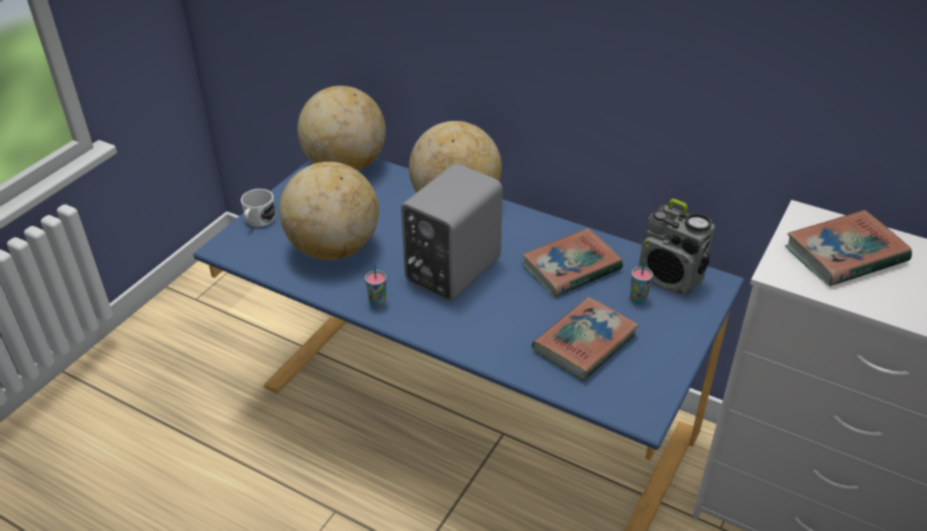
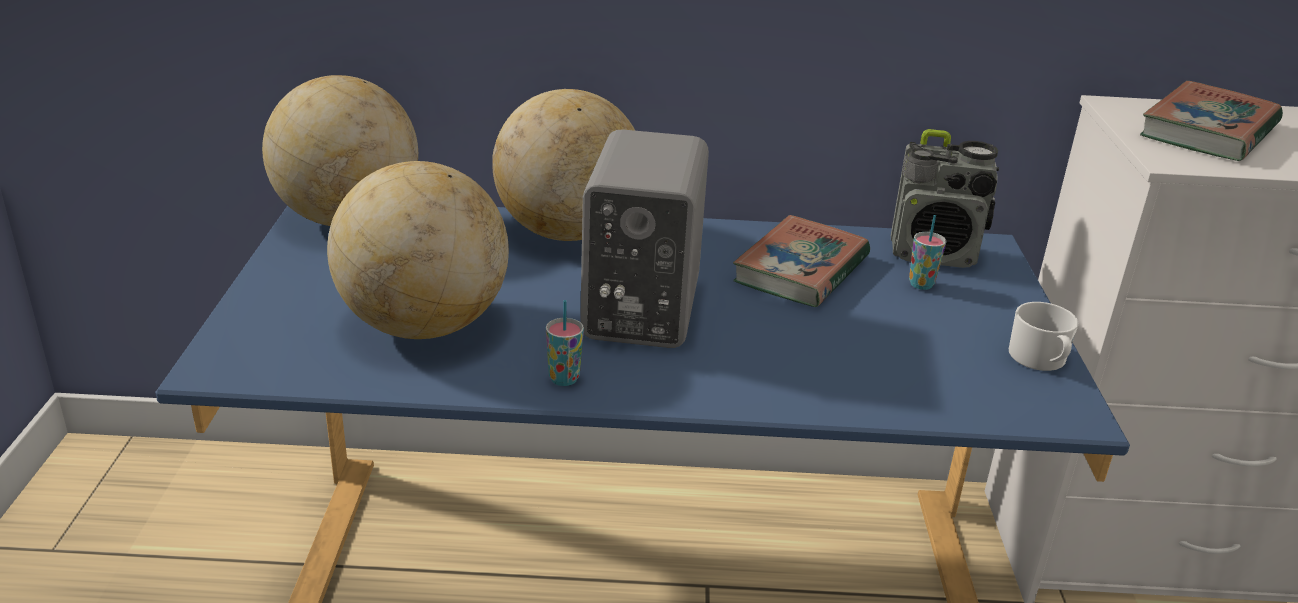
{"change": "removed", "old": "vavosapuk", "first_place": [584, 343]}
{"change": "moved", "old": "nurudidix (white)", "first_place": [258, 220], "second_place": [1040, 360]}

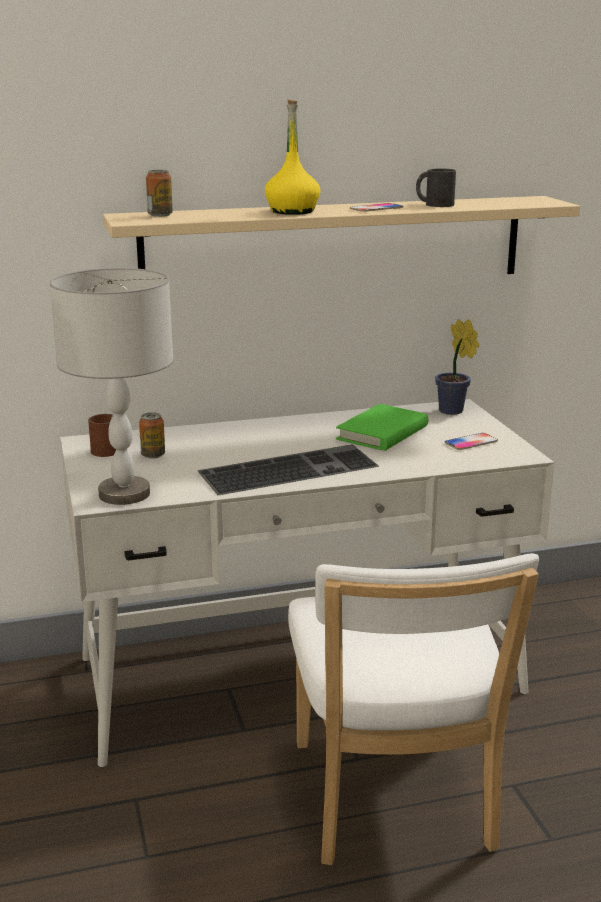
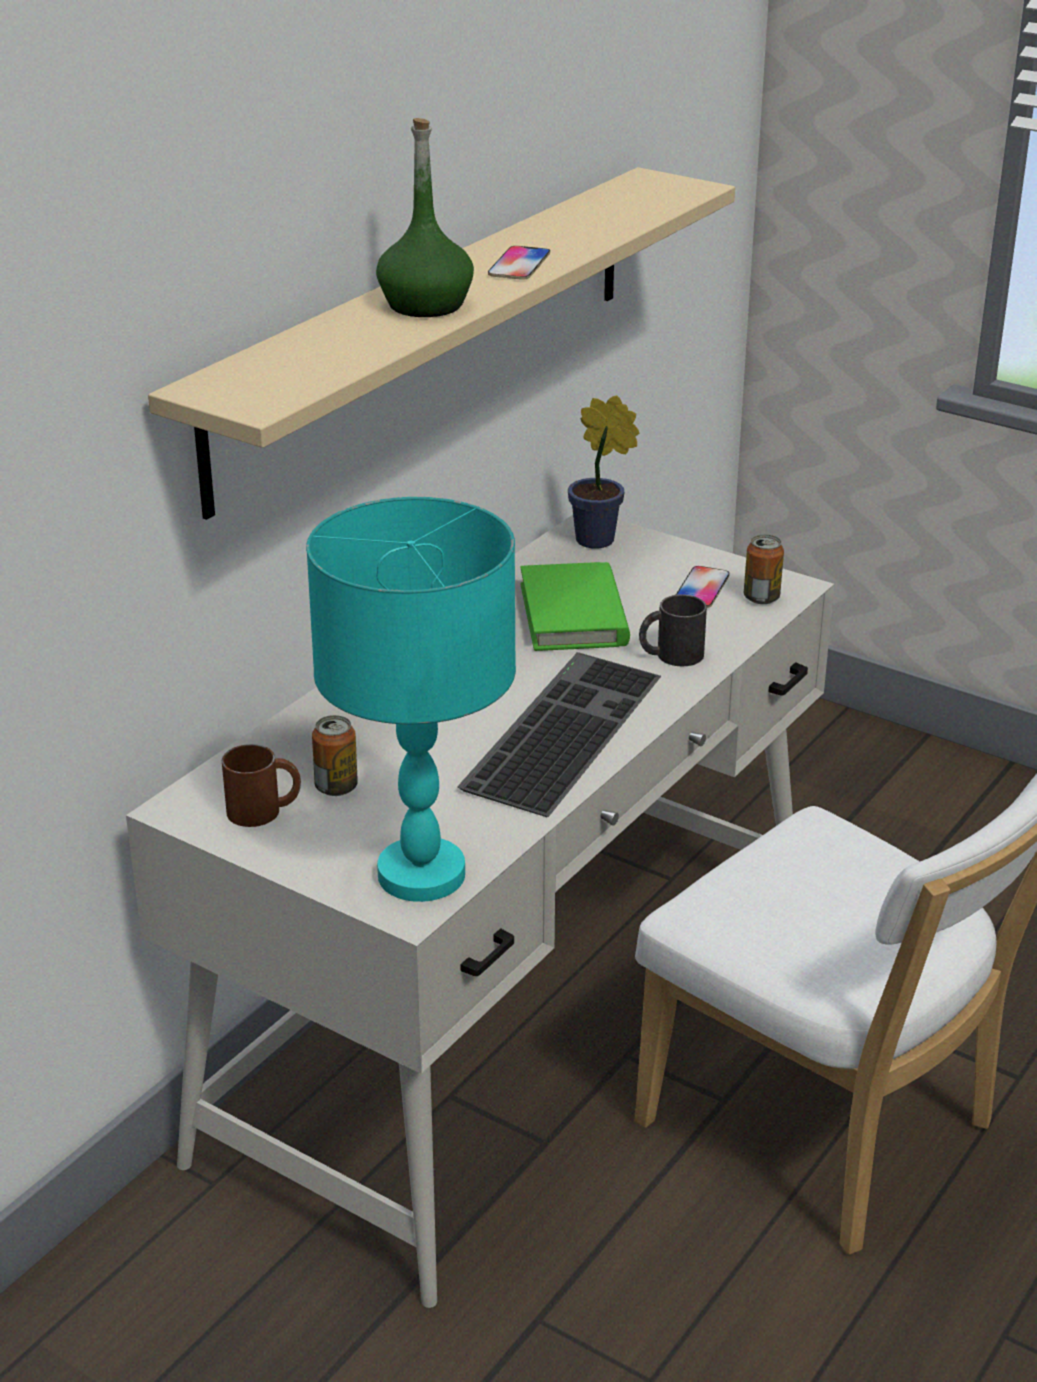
{"change": "moved", "old": "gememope", "first_place": [160, 215], "second_place": [761, 598]}
{"change": "moved", "old": "nurudidix (black)", "first_place": [434, 204], "second_place": [670, 655]}
{"change": "recoloured", "old": "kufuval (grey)", "new": "kufuval (turquoise)", "first_place": [125, 494], "second_place": [422, 874]}
{"change": "recoloured", "old": "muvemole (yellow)", "new": "muvemole (green)", "first_place": [292, 211], "second_place": [426, 305]}

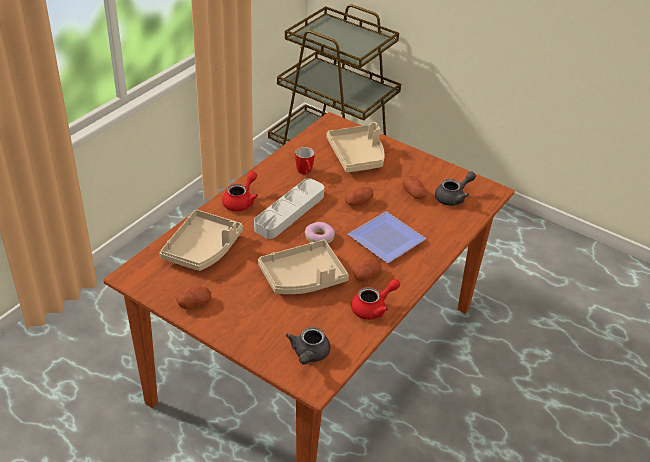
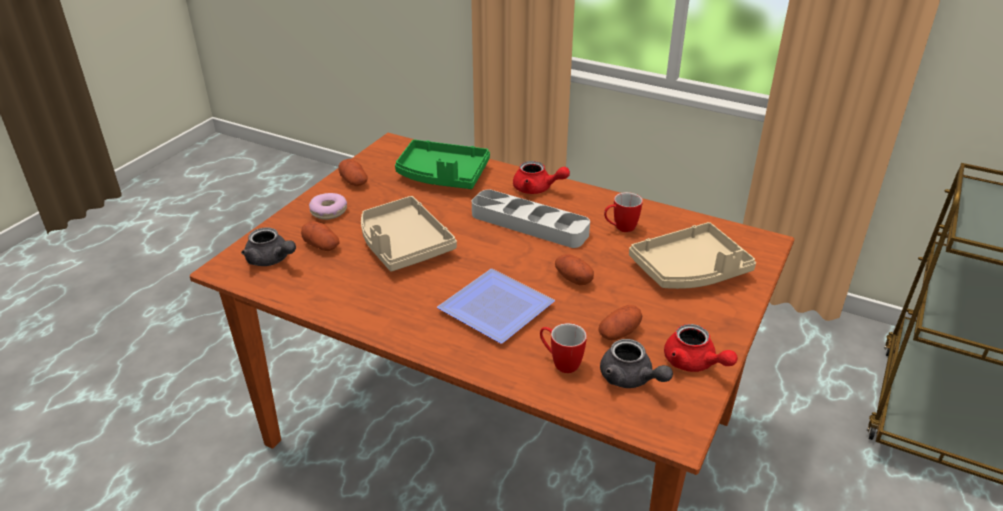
{"change": "added", "new": "nurudidix", "second_place": [560, 362]}
{"change": "moved", "old": "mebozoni", "first_place": [319, 237], "second_place": [329, 211]}
{"change": "moved", "old": "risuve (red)", "first_place": [373, 308], "second_place": [694, 363]}
{"change": "moved", "old": "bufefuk", "first_place": [366, 275], "second_place": [321, 246]}
{"change": "recoloured", "old": "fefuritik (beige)", "new": "fefuritik (green)", "first_place": [203, 249], "second_place": [442, 176]}
{"change": "turned", "old": "risuve (grey)", "first_place": [309, 355], "second_place": [271, 260], "degrees": -150}

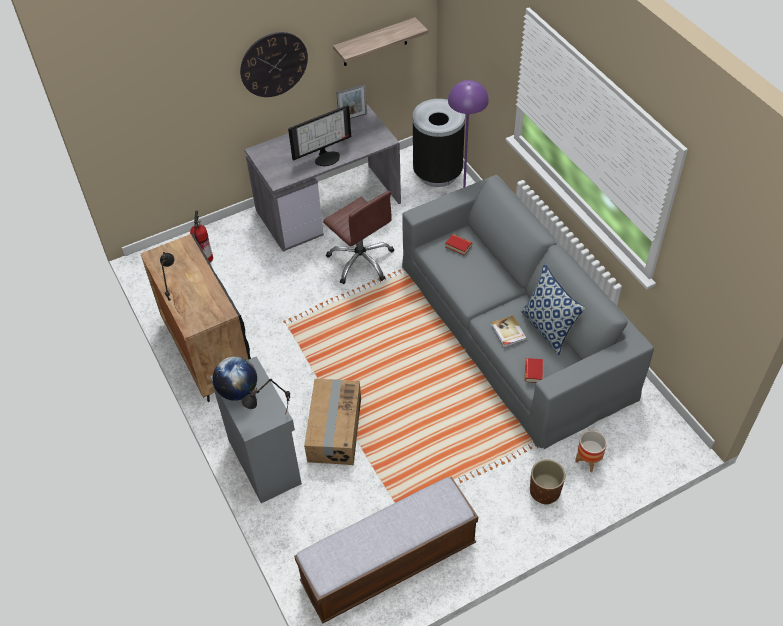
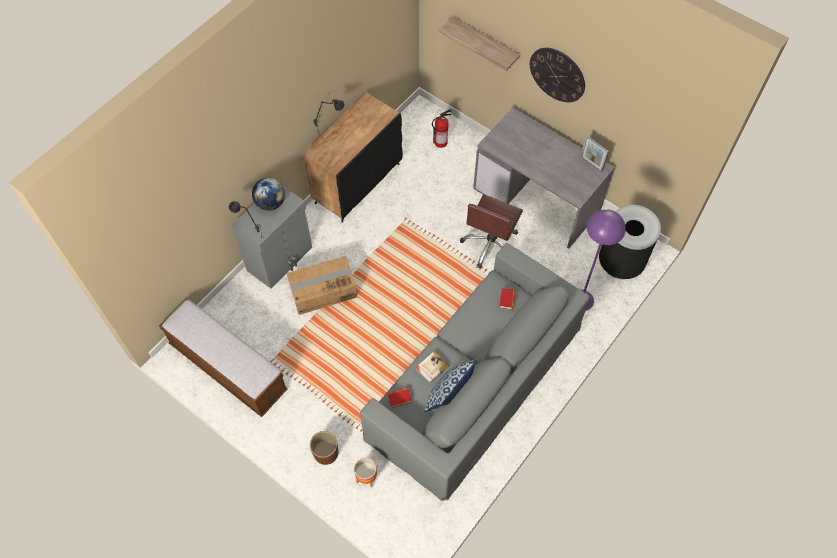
{"change": "removed", "old": "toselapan", "first_place": [326, 157]}
{"change": "moved", "old": "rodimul", "first_place": [375, 42], "second_place": [485, 44]}

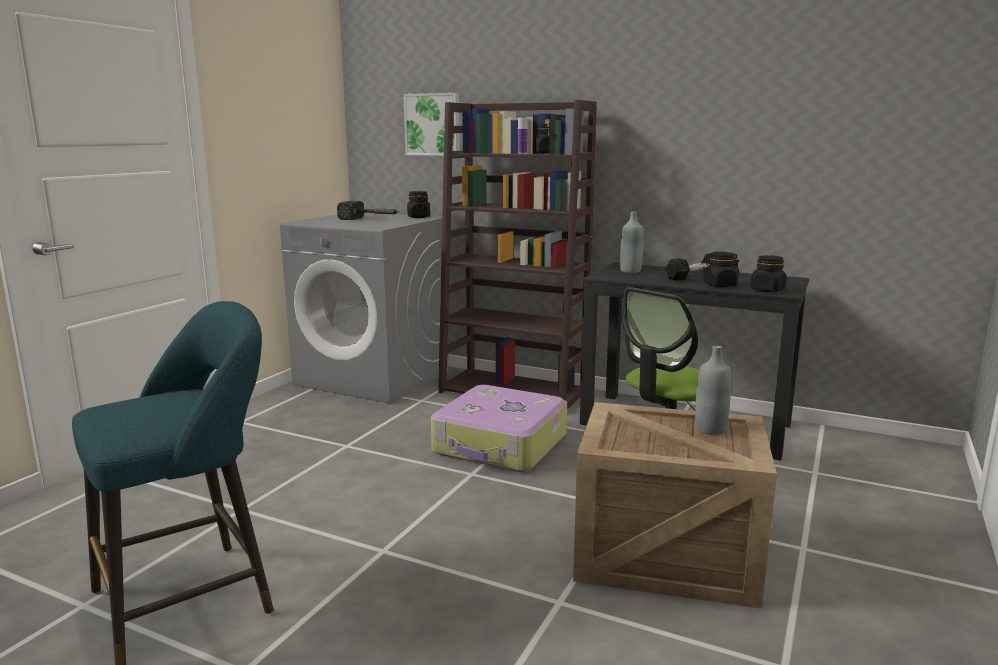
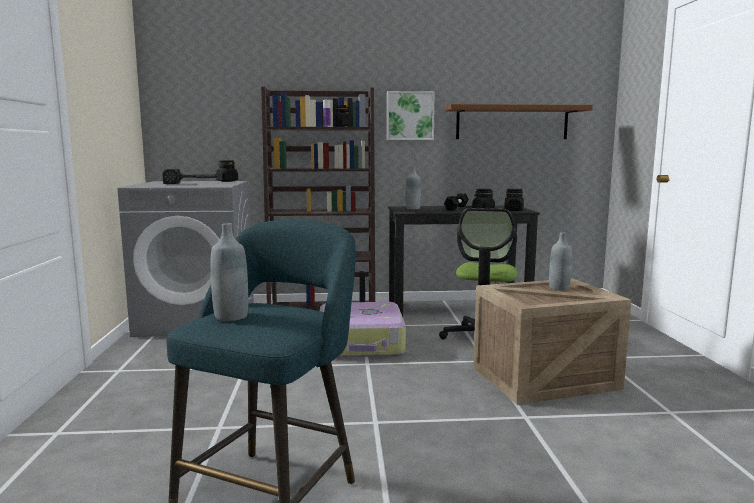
{"change": "added", "new": "muvemole (grey)", "second_place": [231, 316]}
{"change": "added", "new": "rodimul (brown)", "second_place": [512, 123]}
{"change": "moved", "old": "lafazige", "first_place": [433, 124], "second_place": [410, 116]}

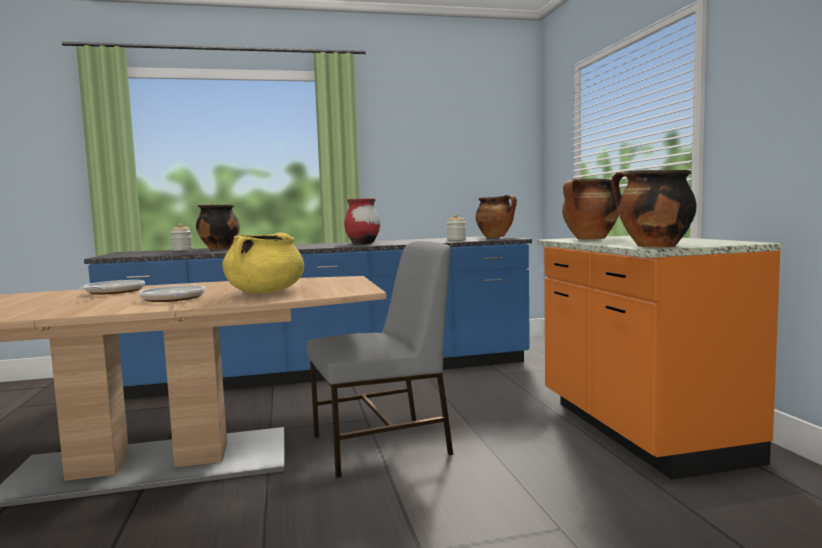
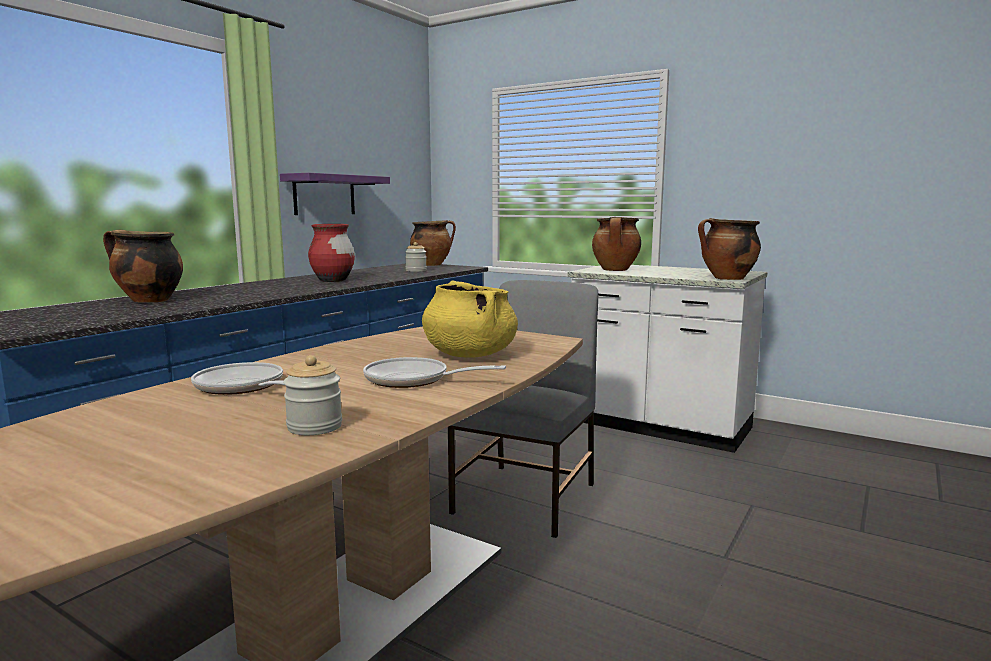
{"change": "added", "new": "rodimul (purple)", "second_place": [324, 195]}
{"change": "moved", "old": "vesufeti", "first_place": [182, 250], "second_place": [314, 427]}
{"change": "recoloured", "old": "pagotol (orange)", "new": "pagotol (white)", "first_place": [638, 431], "second_place": [659, 427]}

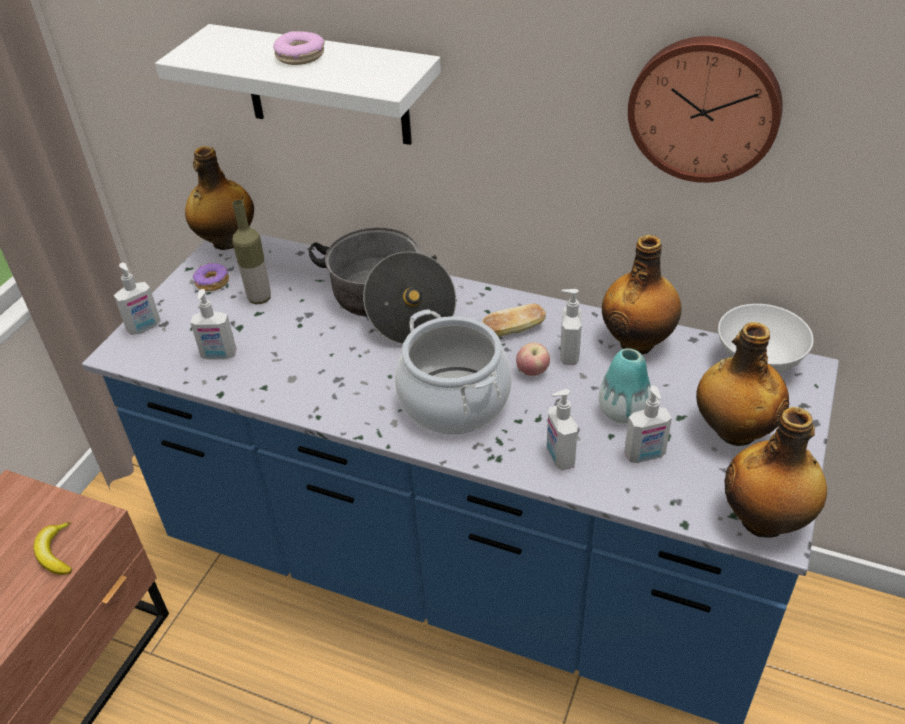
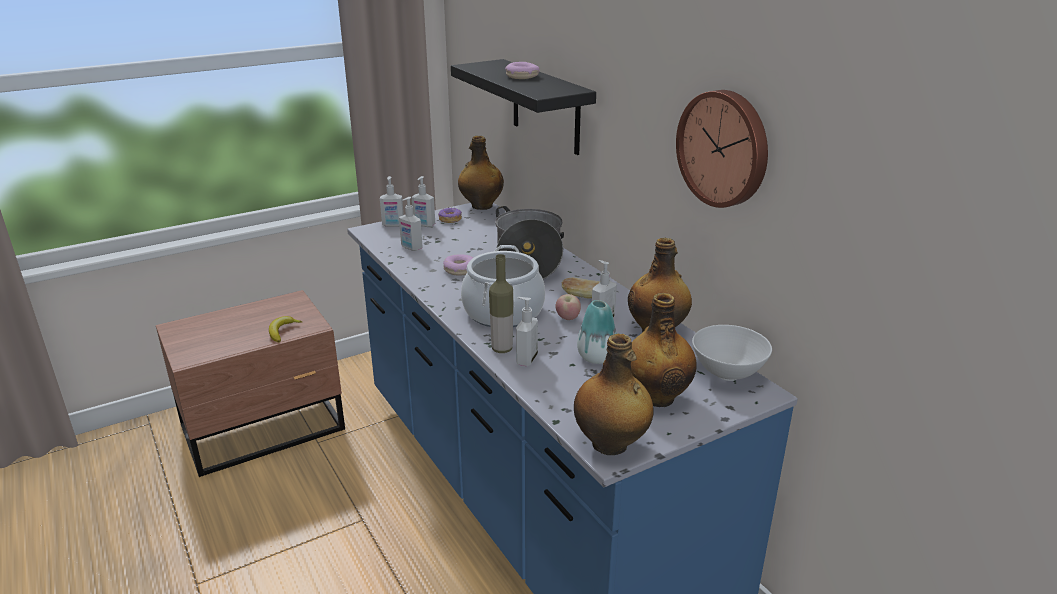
{"change": "added", "new": "mebozoni", "second_place": [460, 269]}
{"change": "moved", "old": "muvemole", "first_place": [259, 298], "second_place": [502, 349]}
{"change": "moved", "old": "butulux", "first_place": [645, 456], "second_place": [424, 225]}
{"change": "recoloured", "old": "rodimul (white)", "new": "rodimul (black)", "first_place": [326, 85], "second_place": [545, 107]}

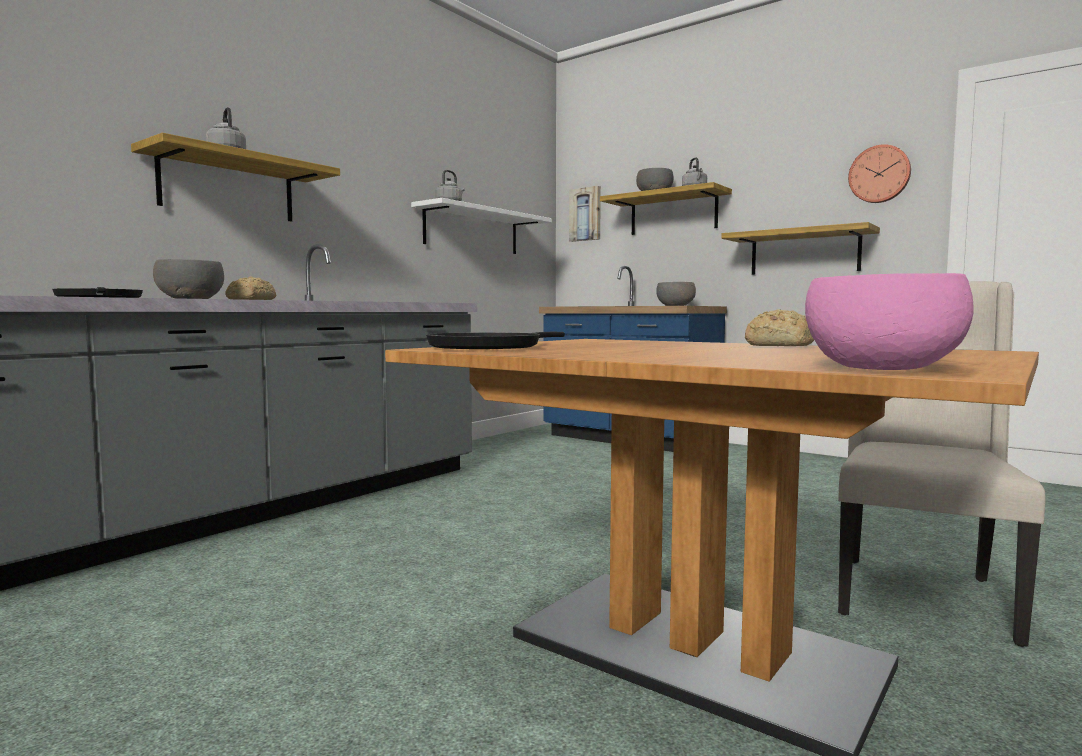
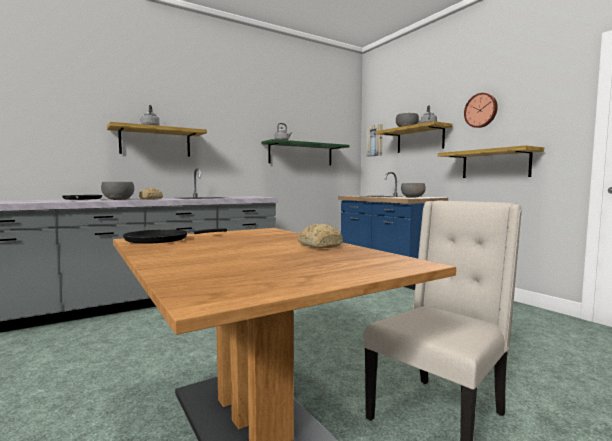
{"change": "removed", "old": "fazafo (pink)", "first_place": [883, 367]}
{"change": "moved", "old": "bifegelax", "first_place": [879, 174], "second_place": [481, 110]}
{"change": "recoloured", "old": "rodimul (white)", "new": "rodimul (green)", "first_place": [472, 231], "second_place": [301, 154]}

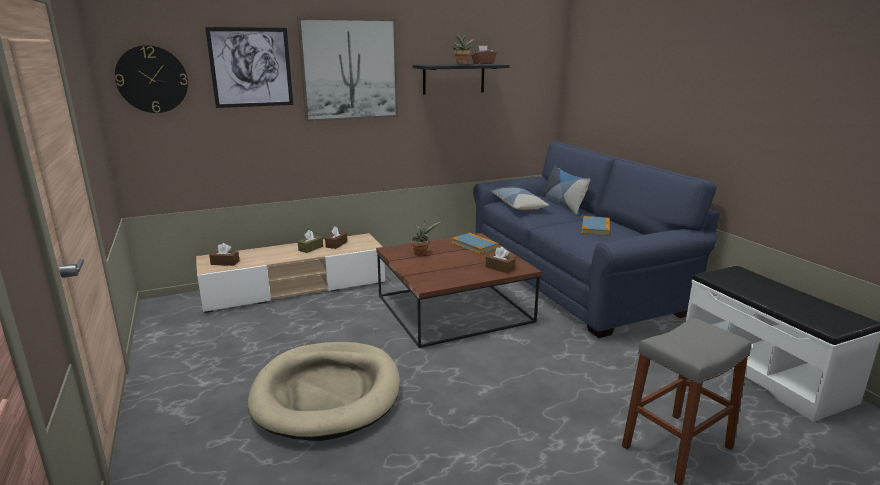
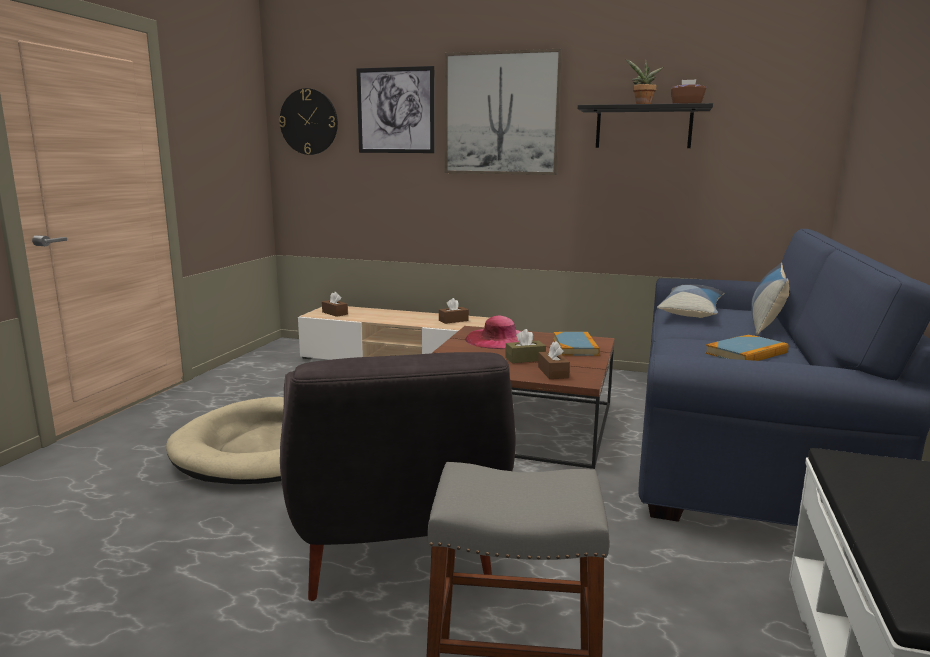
{"change": "added", "new": "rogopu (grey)", "second_place": [394, 548]}
{"change": "moved", "old": "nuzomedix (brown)", "first_place": [311, 248], "second_place": [525, 359]}
{"change": "replaced", "old": "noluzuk", "new": "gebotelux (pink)", "first_place": [421, 253], "second_place": [498, 339]}

